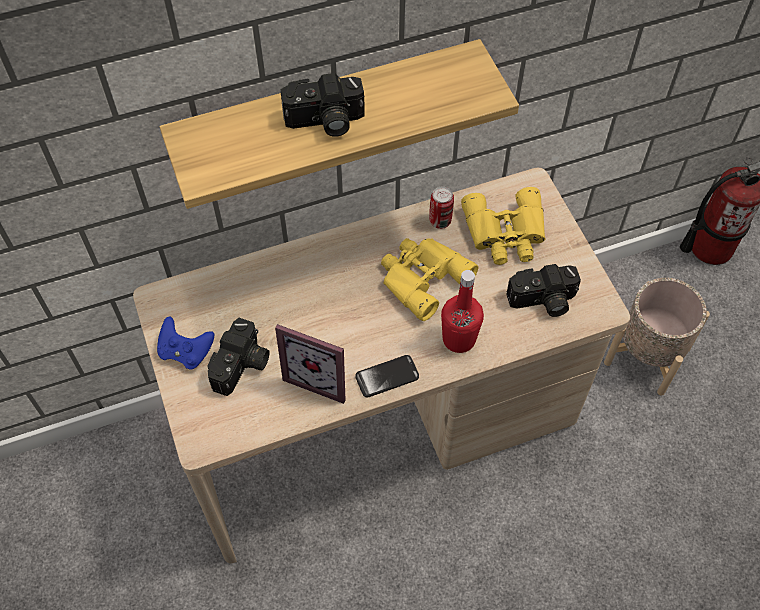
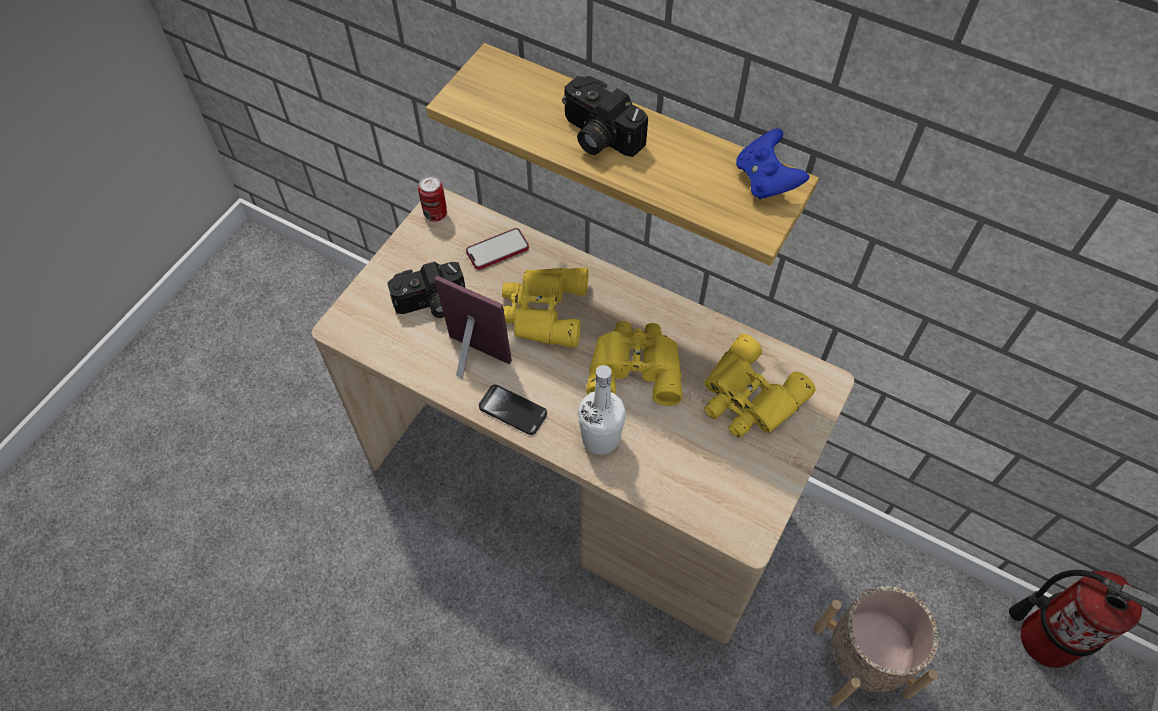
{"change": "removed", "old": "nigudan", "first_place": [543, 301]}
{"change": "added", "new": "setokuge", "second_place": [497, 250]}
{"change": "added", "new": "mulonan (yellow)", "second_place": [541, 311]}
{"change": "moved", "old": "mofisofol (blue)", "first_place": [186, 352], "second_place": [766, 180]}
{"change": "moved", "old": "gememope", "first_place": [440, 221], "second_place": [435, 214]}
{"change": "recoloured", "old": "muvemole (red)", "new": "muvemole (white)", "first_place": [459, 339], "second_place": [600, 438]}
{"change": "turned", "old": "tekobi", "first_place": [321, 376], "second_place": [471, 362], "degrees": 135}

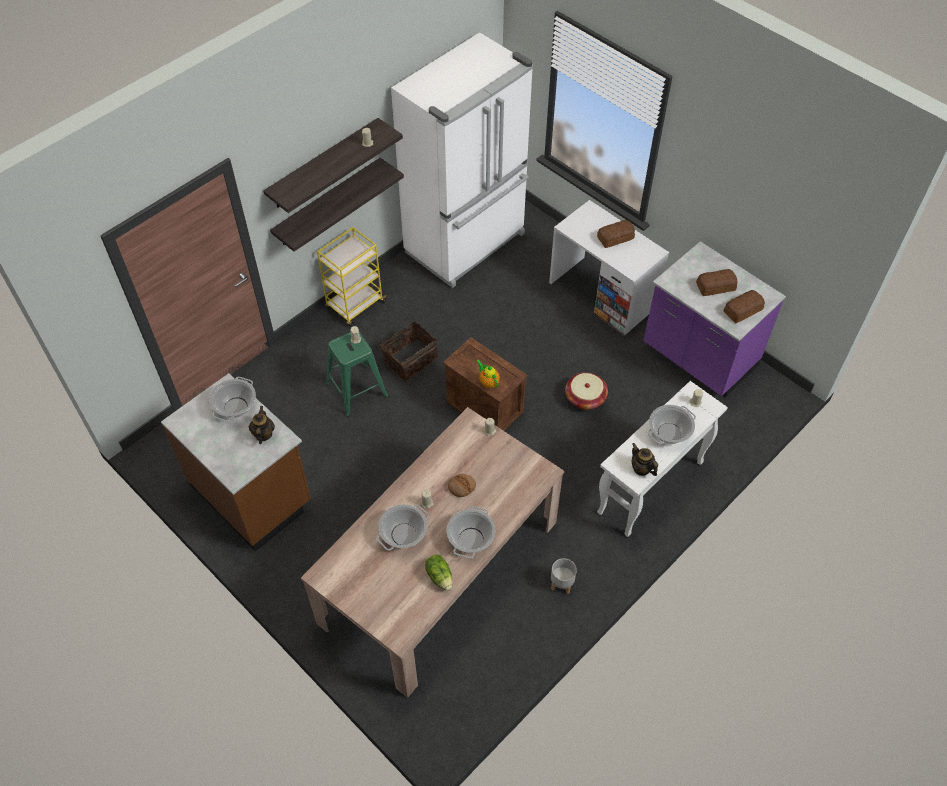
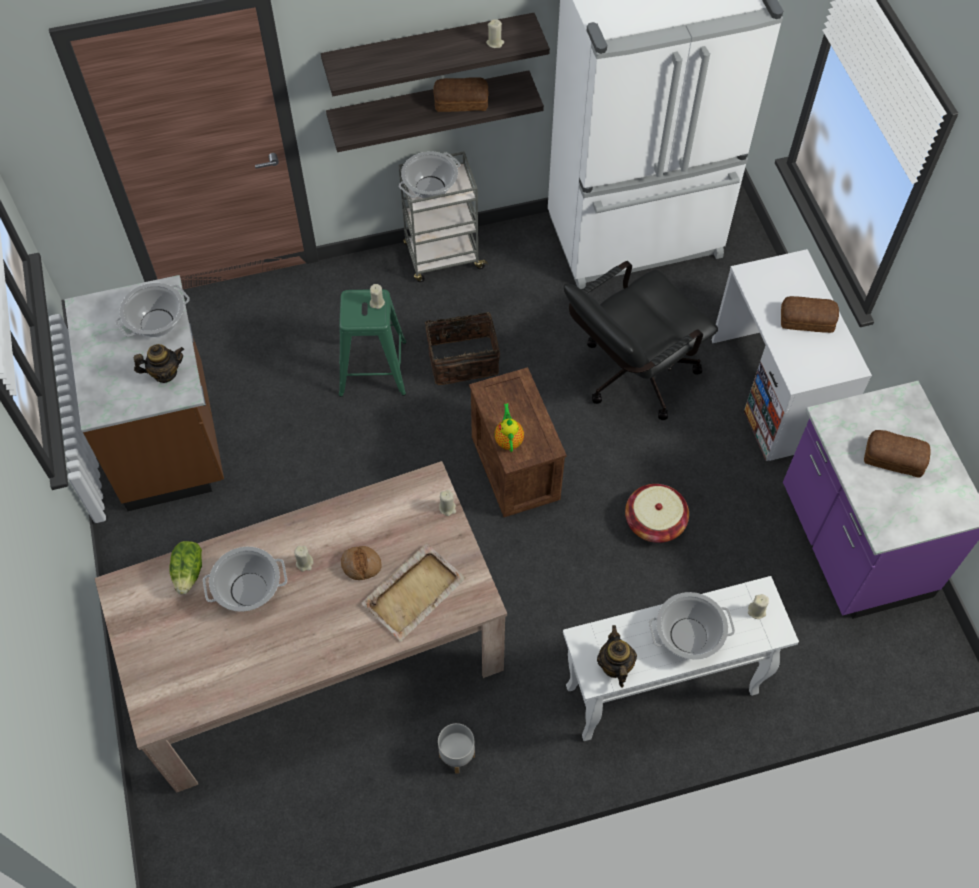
{"change": "added", "new": "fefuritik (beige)", "second_place": [415, 592]}
{"change": "added", "new": "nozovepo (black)", "second_place": [630, 377]}
{"change": "moved", "old": "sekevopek", "first_place": [440, 576], "second_place": [189, 572]}
{"change": "moved", "old": "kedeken", "first_place": [471, 539], "second_place": [430, 187]}
{"change": "moved", "old": "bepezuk", "first_place": [742, 310], "second_place": [460, 101]}
{"change": "recoloured", "old": "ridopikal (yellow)", "new": "ridopikal (grey)", "first_place": [355, 305], "second_place": [442, 257]}
{"change": "turned", "old": "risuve", "first_place": [263, 434], "second_place": [165, 373], "degrees": 45}

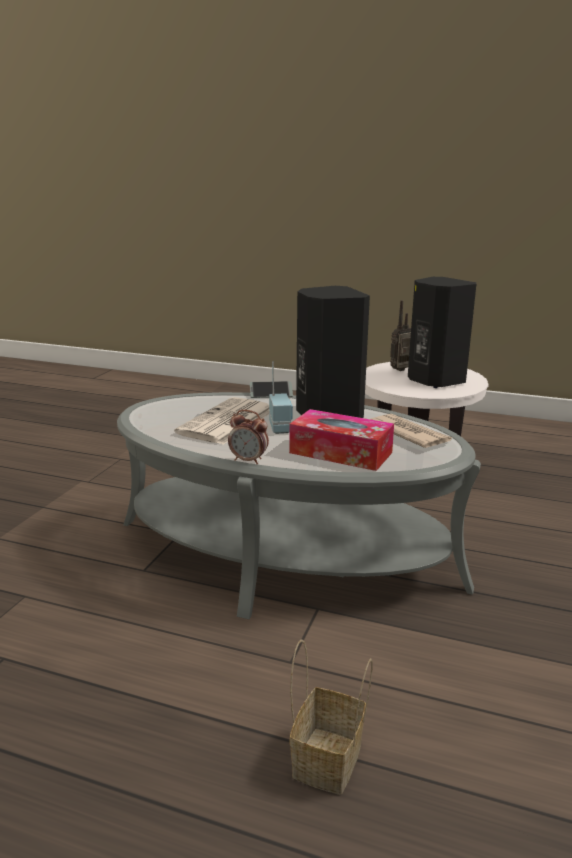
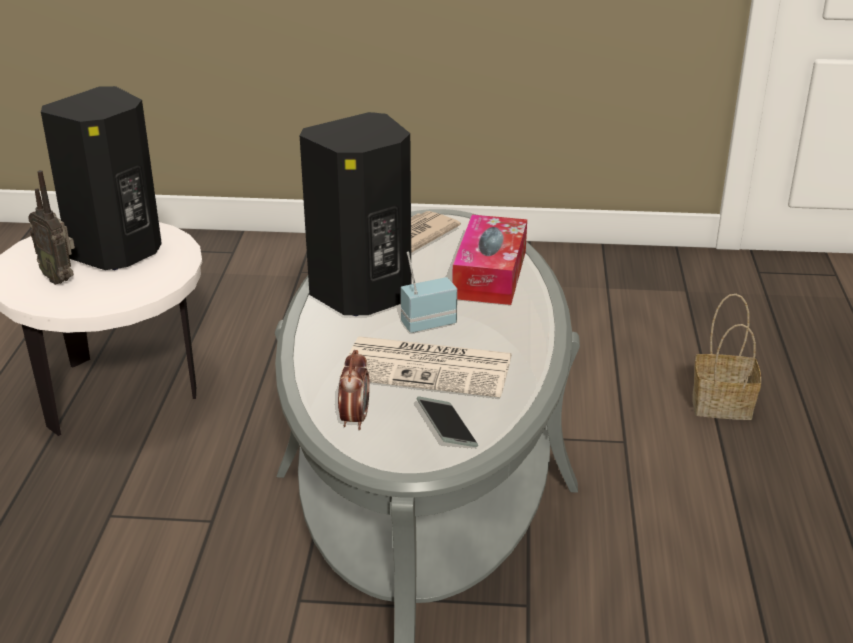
{"change": "moved", "old": "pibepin", "first_place": [248, 460], "second_place": [354, 419]}
{"change": "moved", "old": "setokuge", "first_place": [271, 394], "second_place": [446, 429]}

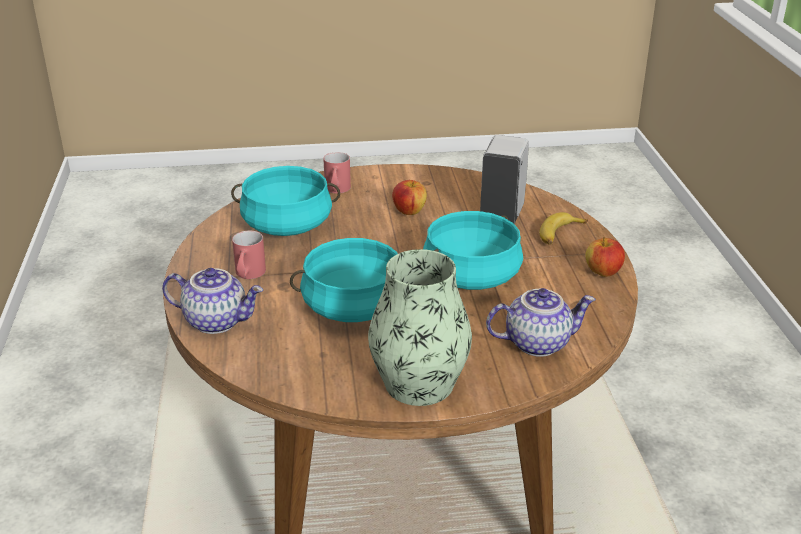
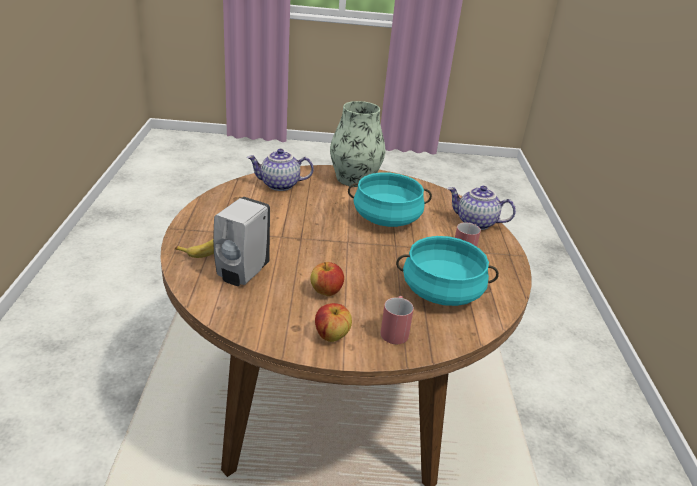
{"change": "removed", "old": "kedeken (turquoise)", "first_place": [471, 276]}
{"change": "moved", "old": "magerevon", "first_place": [603, 272], "second_place": [331, 335]}

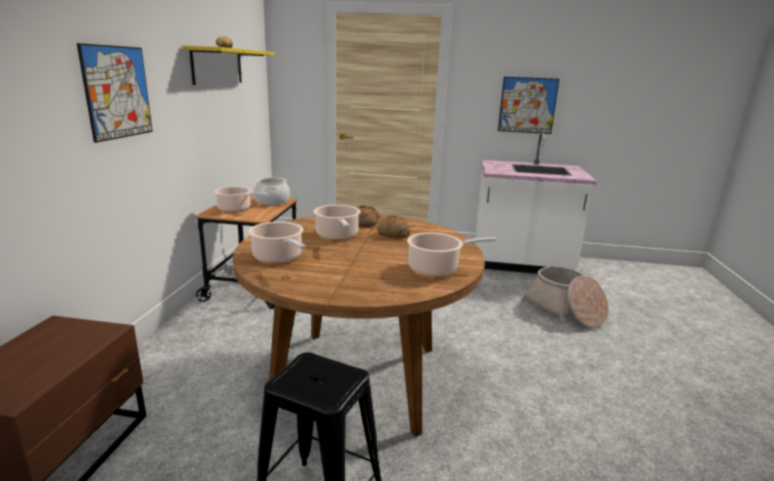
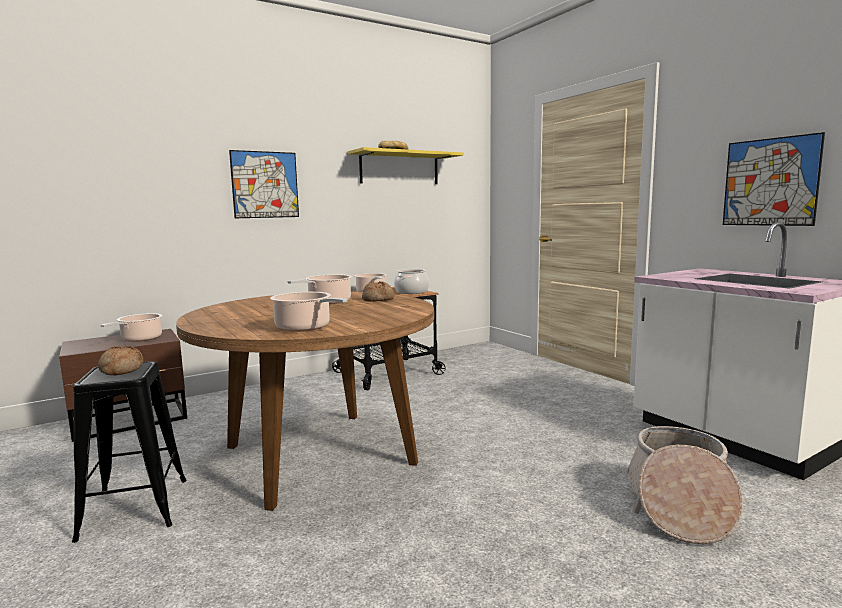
{"change": "moved", "old": "kedeken", "first_place": [279, 258], "second_place": [139, 339]}
{"change": "moved", "old": "bepezuk", "first_place": [393, 234], "second_place": [121, 370]}

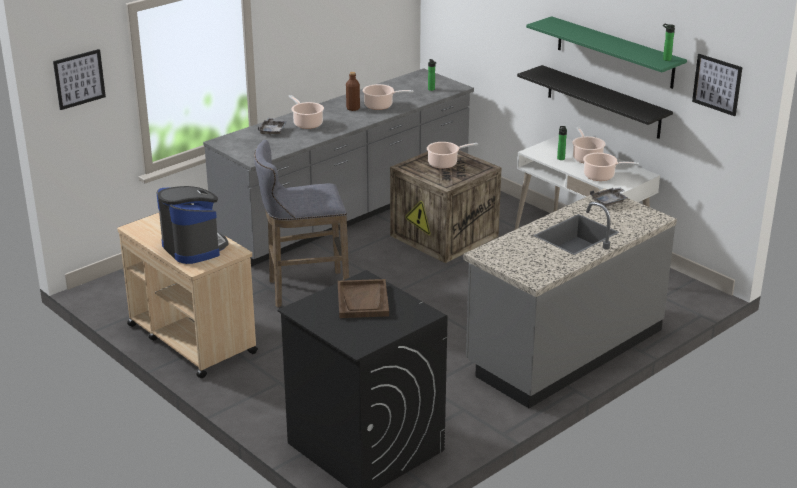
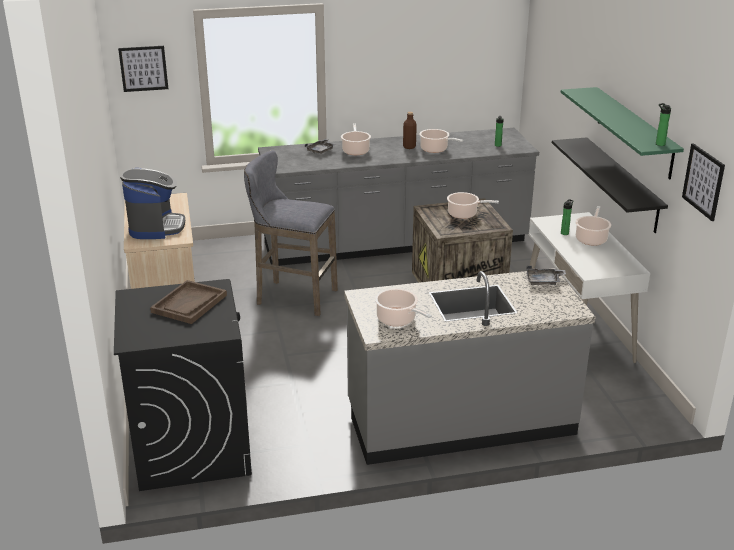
{"change": "moved", "old": "kedeken", "first_place": [601, 176], "second_place": [398, 320]}

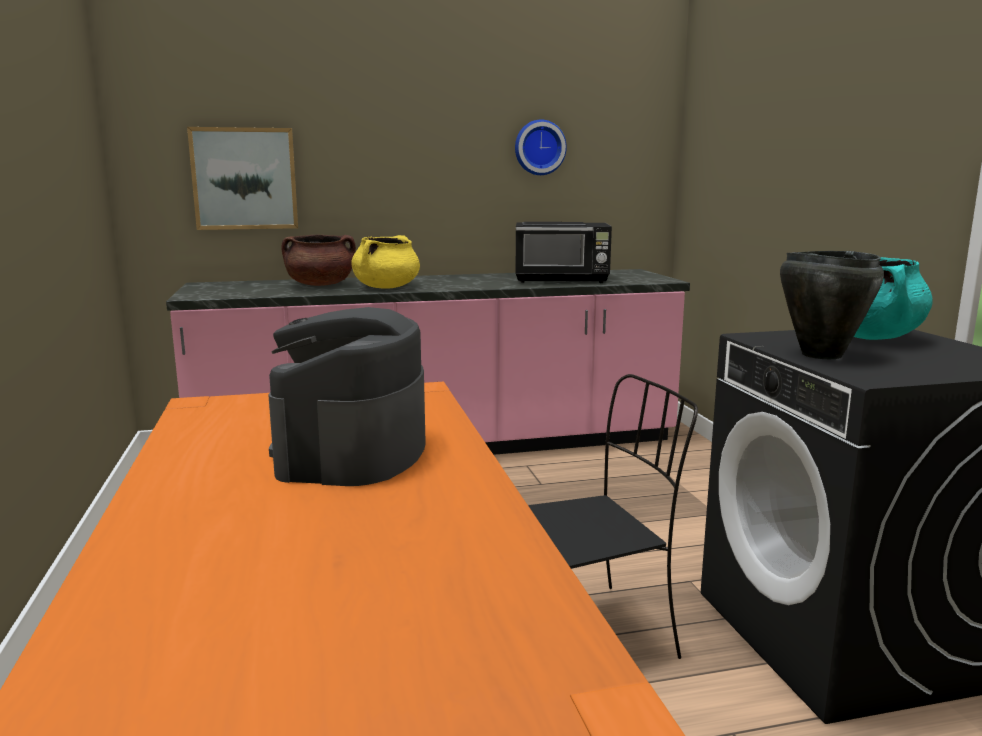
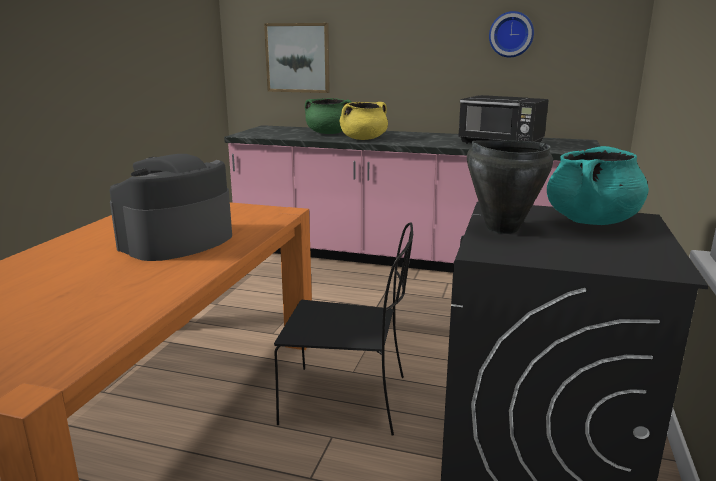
{"change": "recoloured", "old": "kedeken (brown)", "new": "kedeken (green)", "first_place": [320, 285], "second_place": [329, 133]}

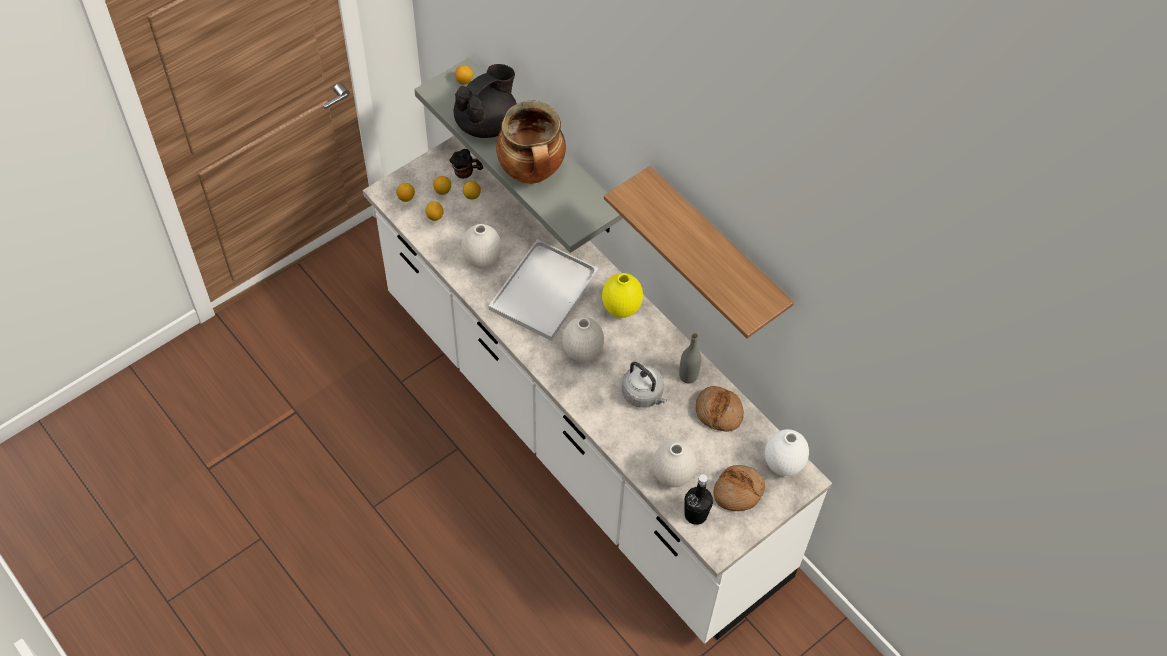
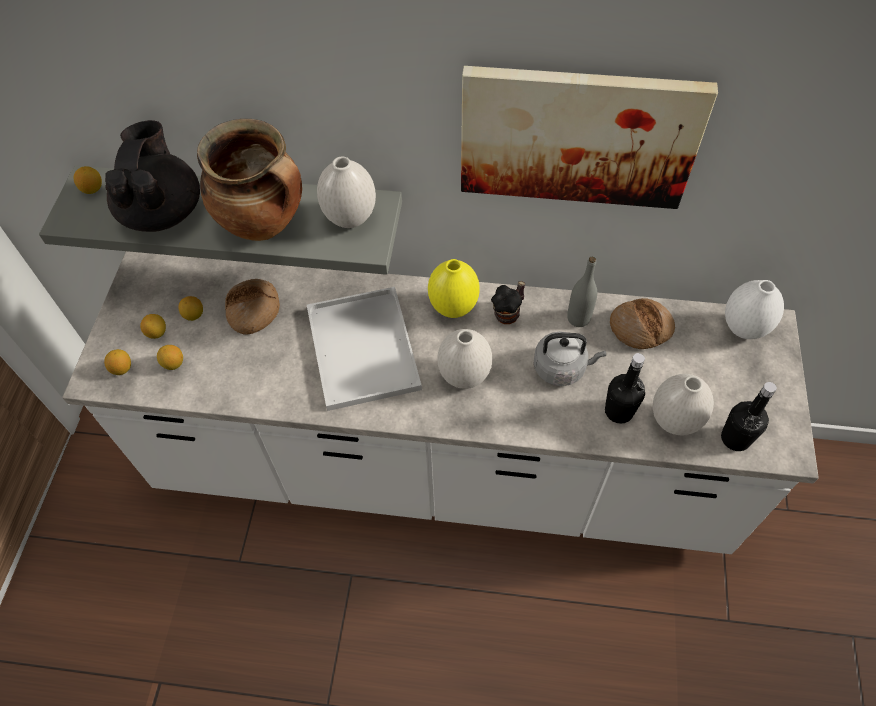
{"change": "added", "new": "muvemole (black)", "second_place": [618, 411]}
{"change": "moved", "old": "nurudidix", "first_place": [467, 172], "second_place": [509, 312]}
{"change": "moved", "old": "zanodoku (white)", "first_place": [481, 261], "second_place": [350, 219]}
{"change": "moved", "old": "bepezuk", "first_place": [738, 491], "second_place": [254, 311]}
{"change": "replaced", "old": "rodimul", "new": "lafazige", "first_place": [716, 251], "second_place": [577, 136]}

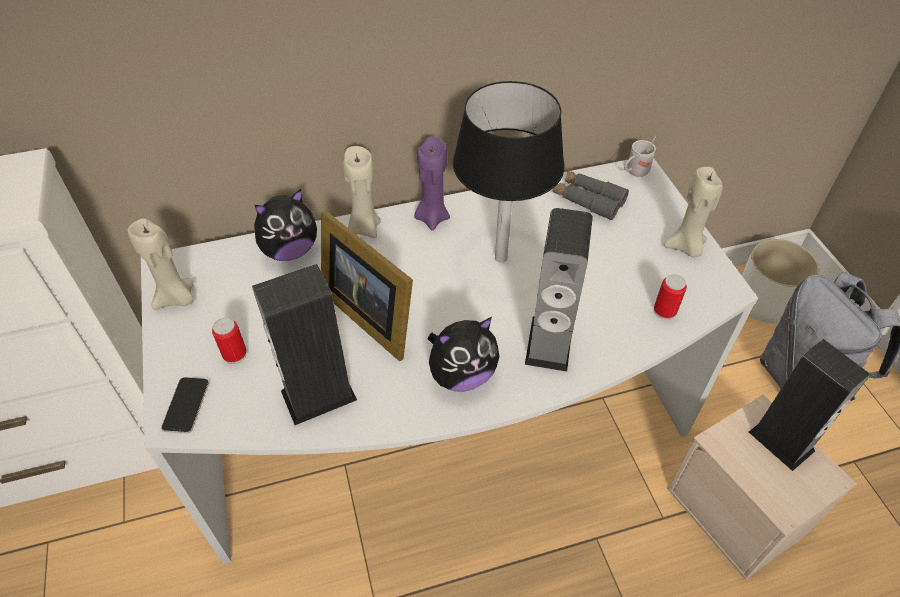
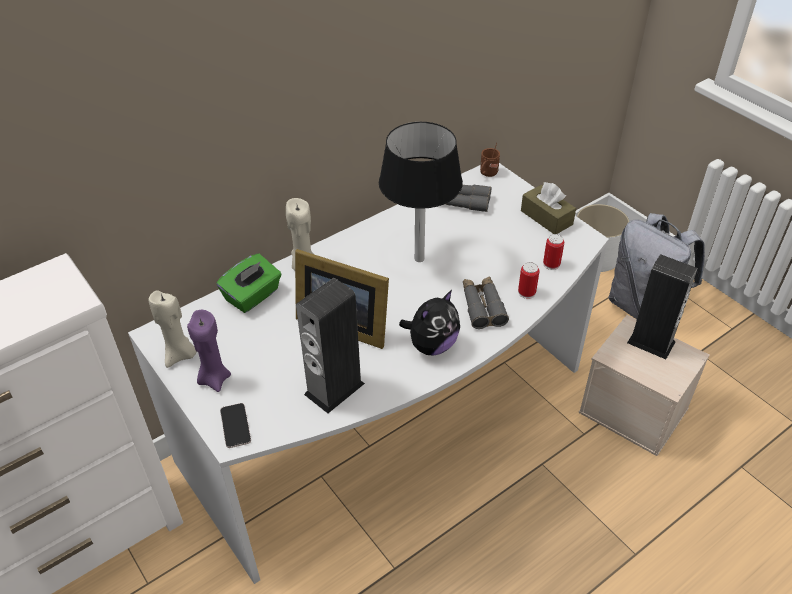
{"change": "moved", "old": "gememope", "first_place": [235, 354], "second_place": [526, 292]}
{"change": "moved", "old": "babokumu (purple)", "first_place": [432, 218], "second_place": [214, 379]}
{"change": "replaced", "old": "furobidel", "new": "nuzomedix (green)", "first_place": [290, 250], "second_place": [253, 296]}
{"change": "replaced", "old": "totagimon", "new": "mulonan (grey)", "first_place": [549, 343], "second_place": [482, 306]}
{"change": "replaced", "old": "babokumu (beige)", "new": "nuzomedix (brown)", "first_place": [685, 247], "second_place": [546, 217]}
{"change": "recoloured", "old": "nurudidix (white)", "new": "nurudidix (brown)", "first_place": [634, 172], "second_place": [487, 174]}

